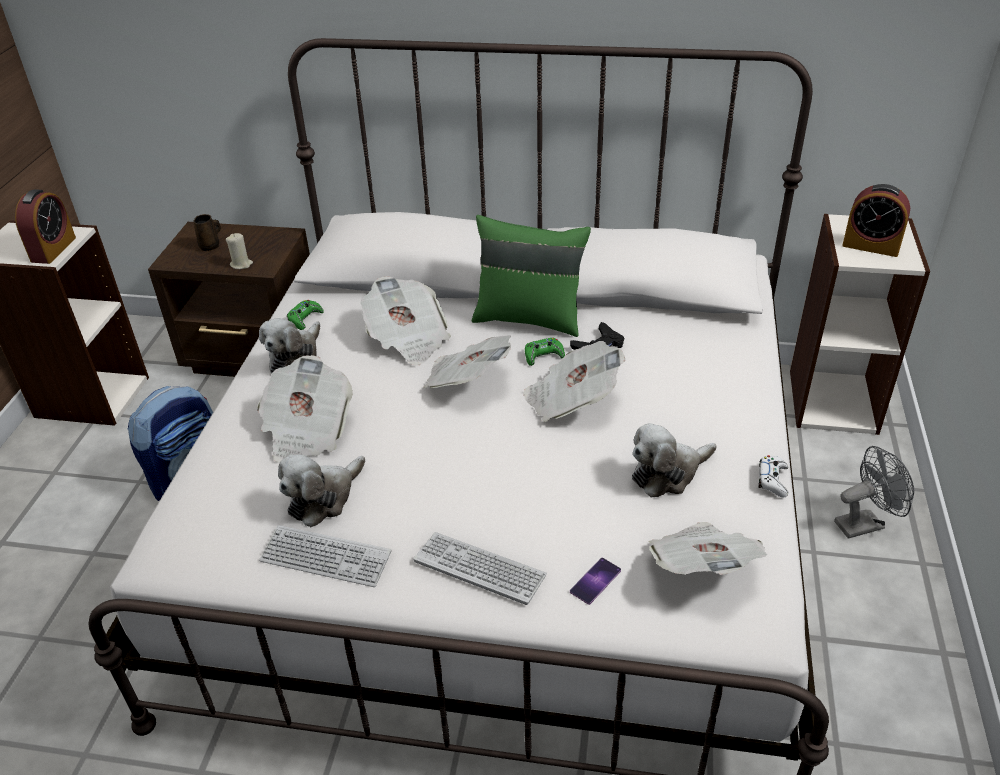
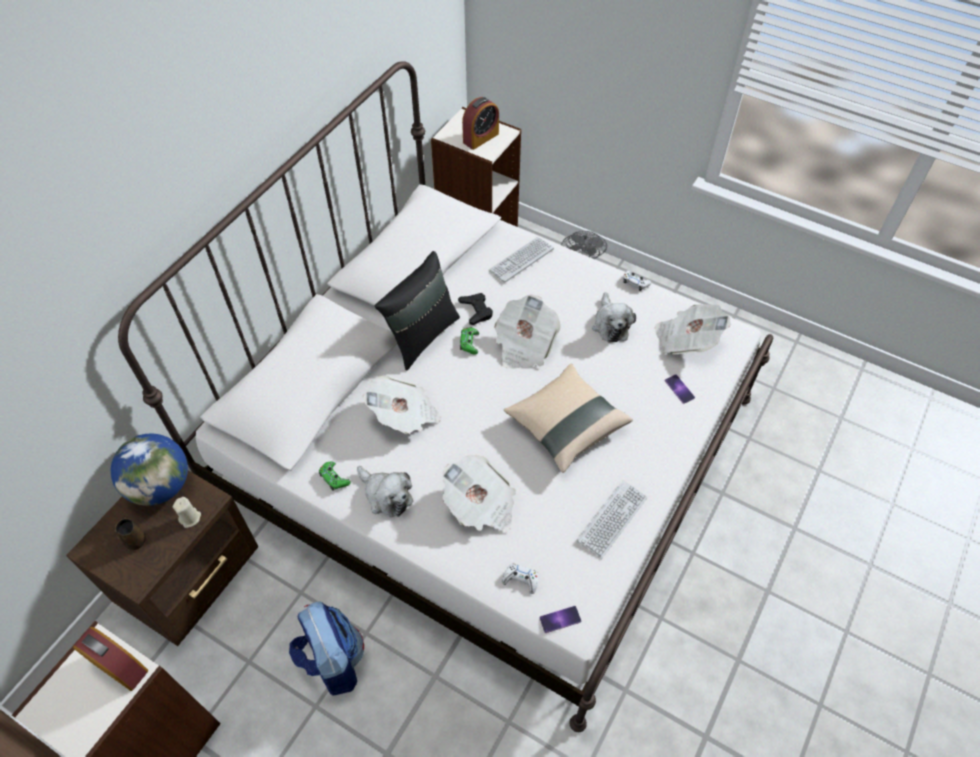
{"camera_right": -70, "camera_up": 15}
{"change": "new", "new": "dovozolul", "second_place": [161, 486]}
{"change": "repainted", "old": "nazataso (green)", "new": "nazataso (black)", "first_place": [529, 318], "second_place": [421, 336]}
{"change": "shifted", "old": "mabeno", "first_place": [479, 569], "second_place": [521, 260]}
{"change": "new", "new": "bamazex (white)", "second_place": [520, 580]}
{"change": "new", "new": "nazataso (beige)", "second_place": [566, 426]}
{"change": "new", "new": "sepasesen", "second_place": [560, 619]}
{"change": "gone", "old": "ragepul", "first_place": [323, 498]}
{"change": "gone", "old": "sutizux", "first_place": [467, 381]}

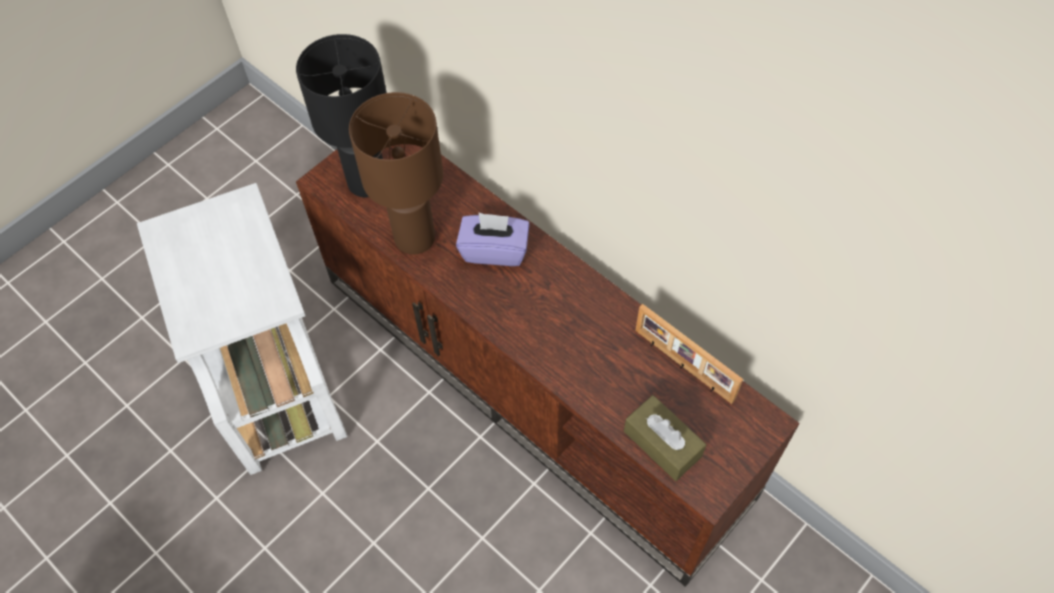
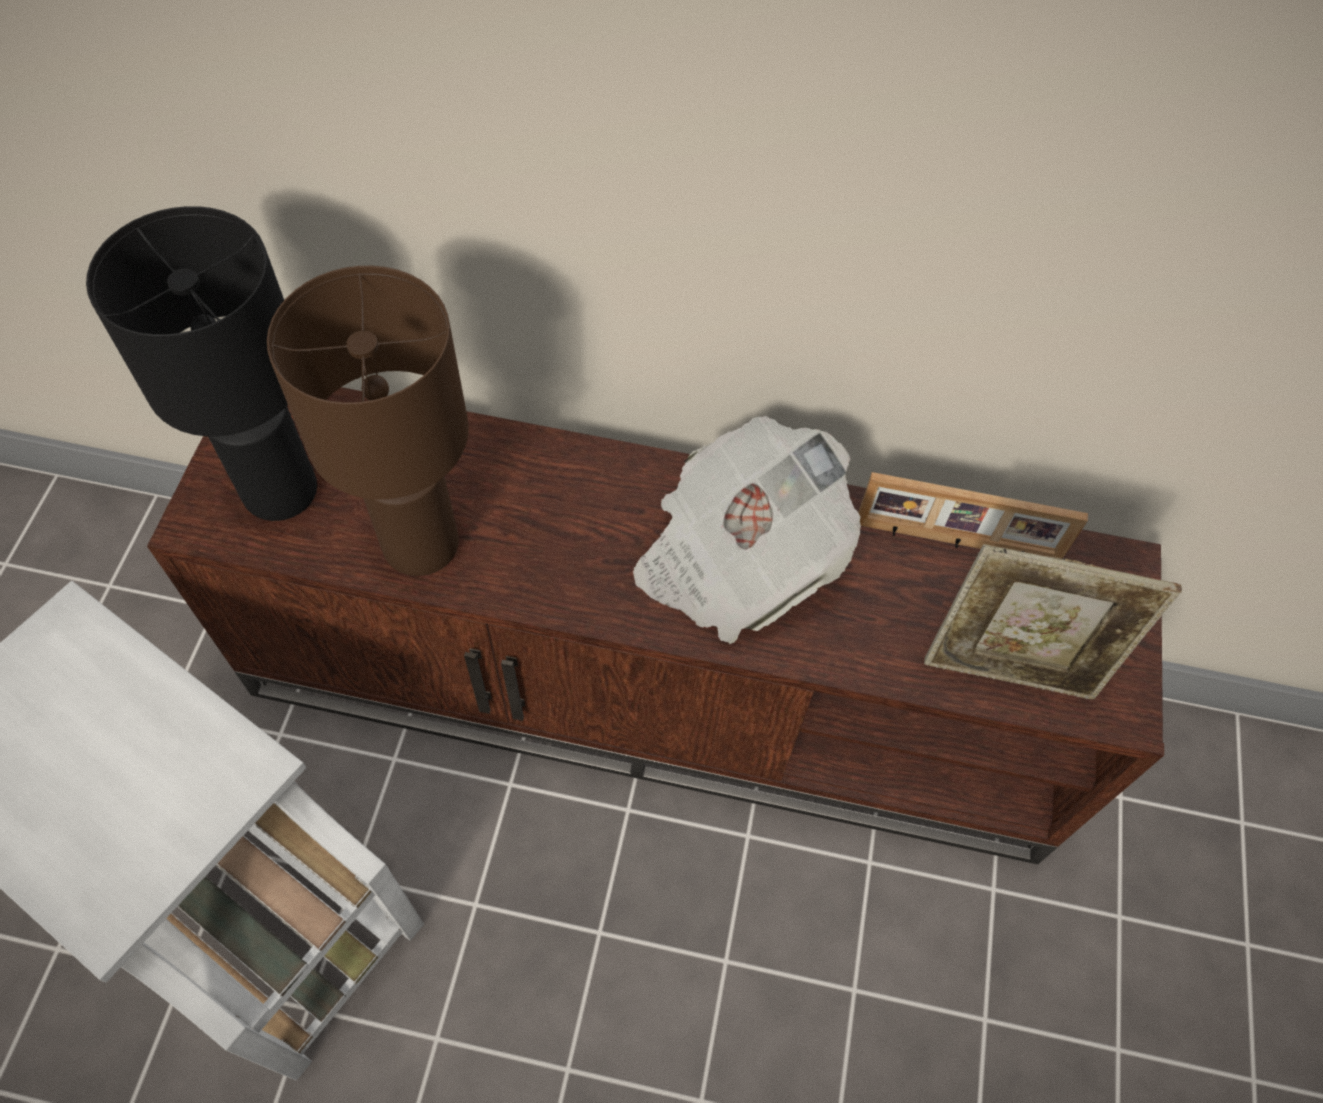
{"camera_right": -35, "camera_up": 0}
{"change": "new", "new": "sutizux", "second_place": [736, 558]}
{"change": "swapped", "old": "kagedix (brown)", "new": "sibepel", "first_place": [662, 443], "second_place": [1010, 672]}
{"change": "gone", "old": "kagedix (purple)", "first_place": [494, 250]}

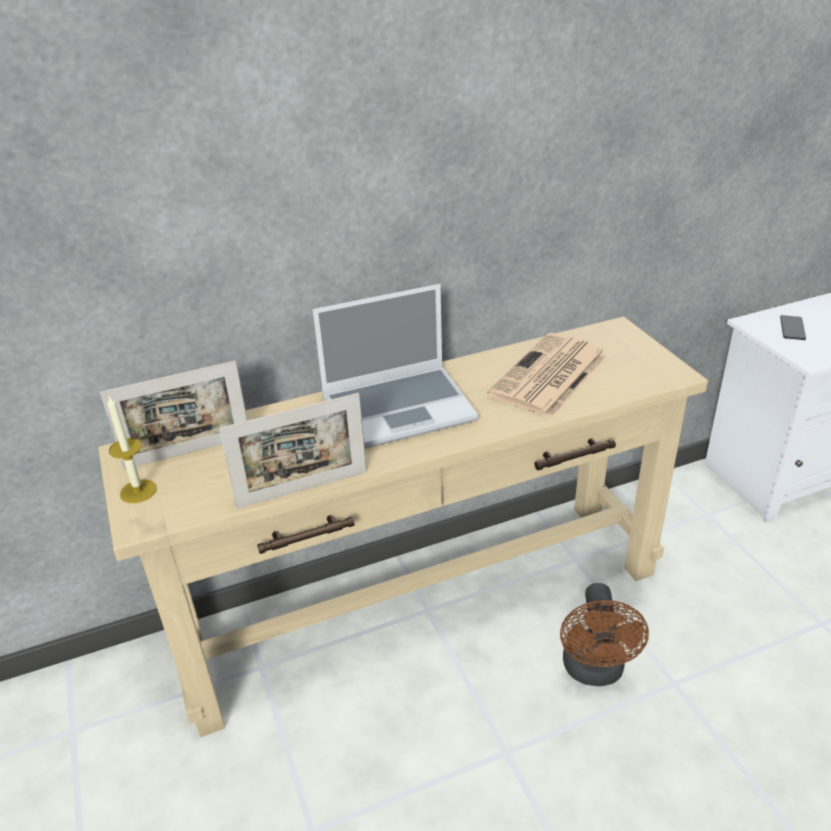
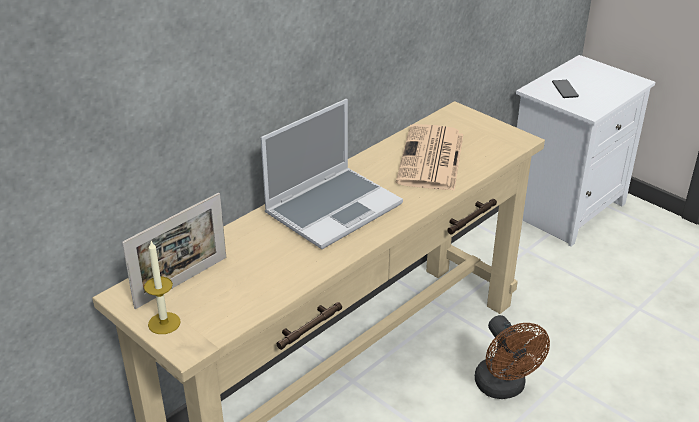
{"camera_right": -25, "camera_up": 0}
{"change": "gone", "old": "sibepel", "first_place": [302, 489]}

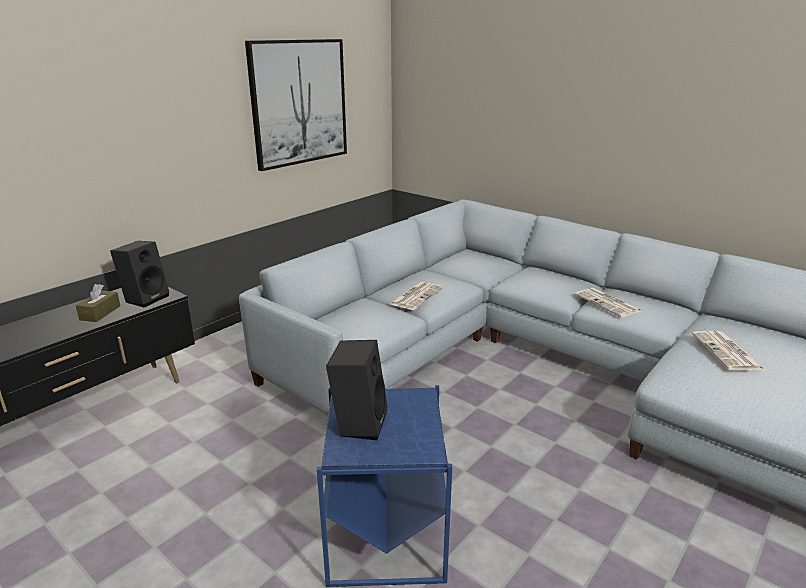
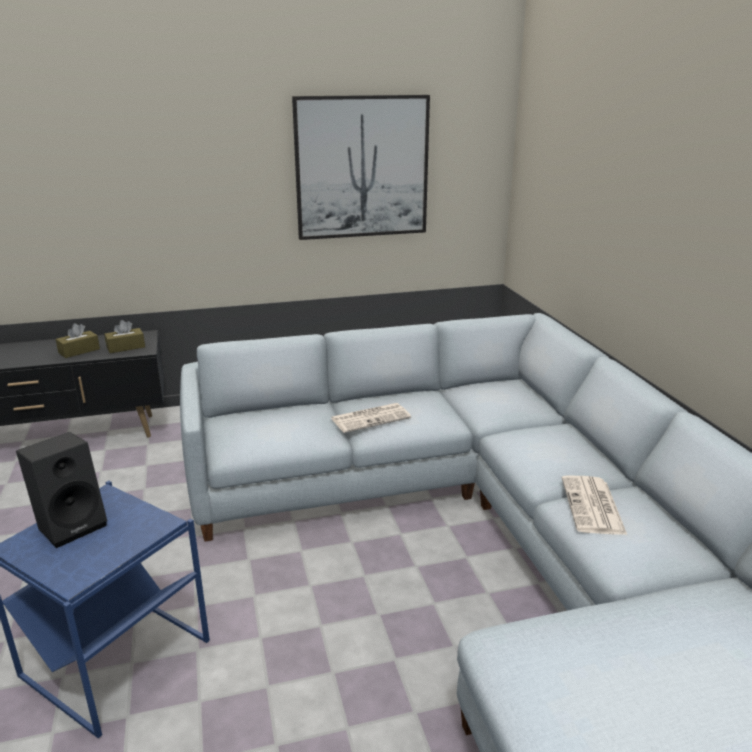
{"camera_right": 35, "camera_up": 0}
{"change": "swapped", "old": "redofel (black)", "new": "kagedix (brown)", "first_place": [146, 298], "second_place": [126, 347]}
{"change": "gone", "old": "sutizux", "first_place": [728, 352]}

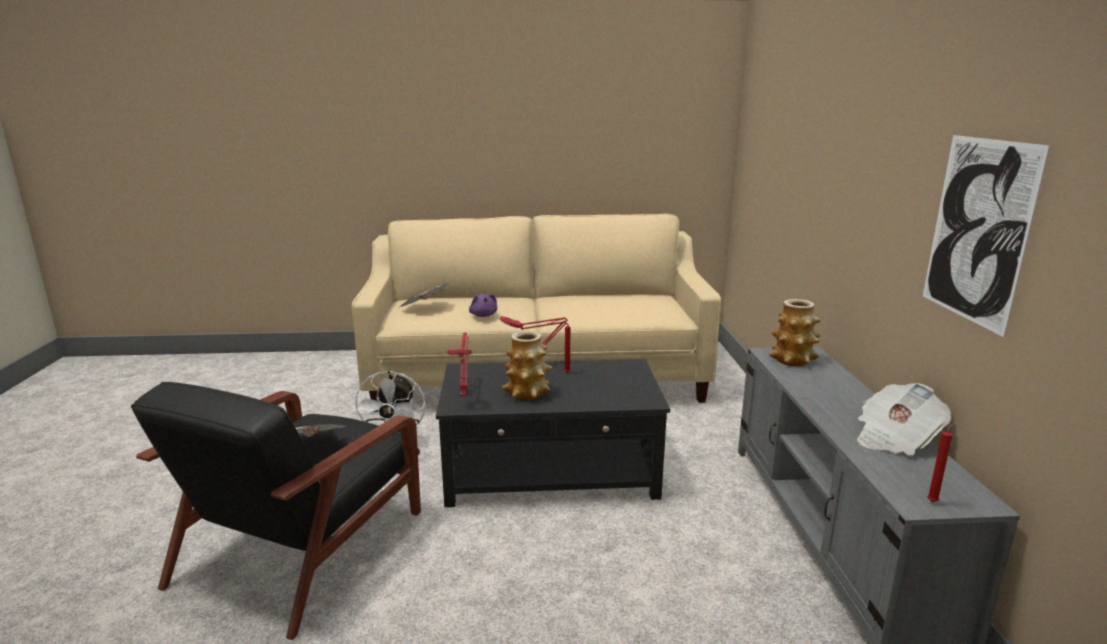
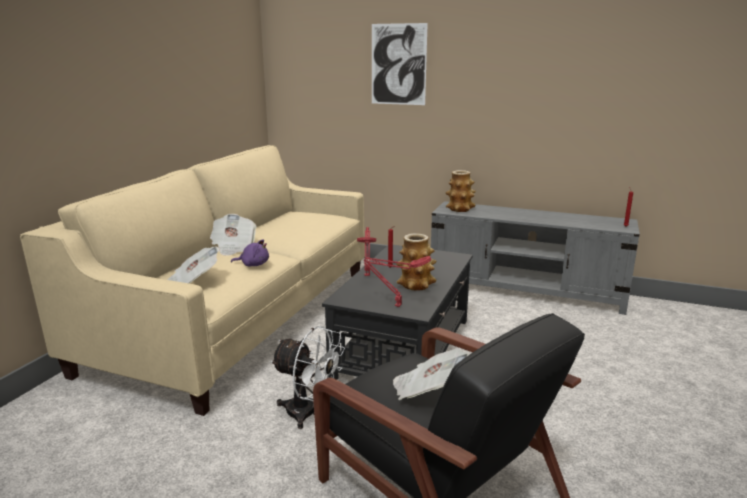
{"camera_right": -65, "camera_up": 0}
{"change": "shifted", "old": "sutizux", "first_place": [894, 438], "second_place": [233, 247]}
{"change": "shifted", "old": "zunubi", "first_place": [977, 231], "second_place": [398, 64]}

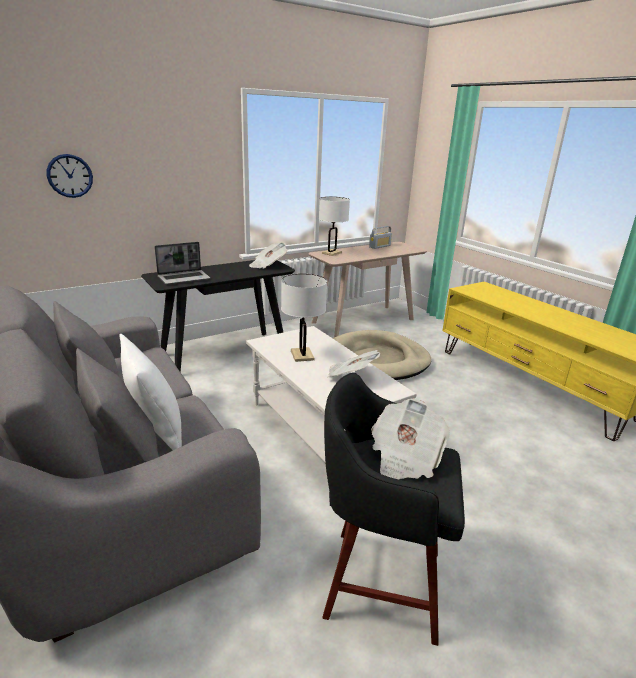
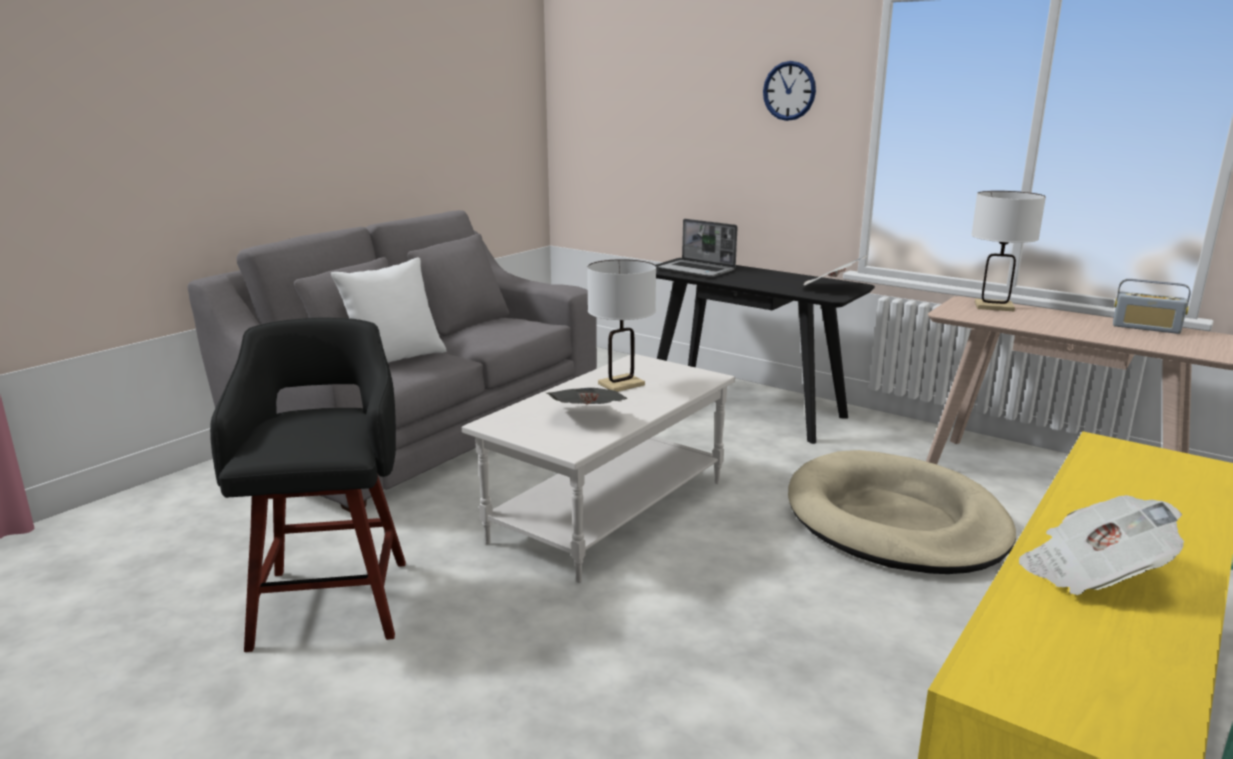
{"camera_right": 70, "camera_up": -5}
{"change": "shifted", "old": "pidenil", "first_place": [70, 176], "second_place": [789, 91]}
{"change": "shifted", "old": "sutizux", "first_place": [405, 457], "second_place": [1091, 574]}

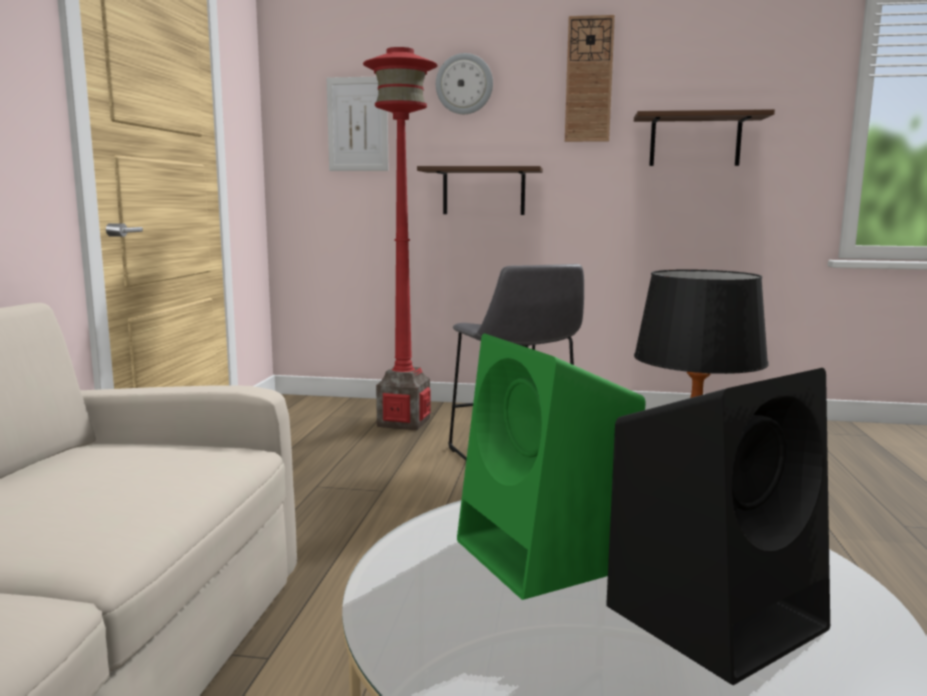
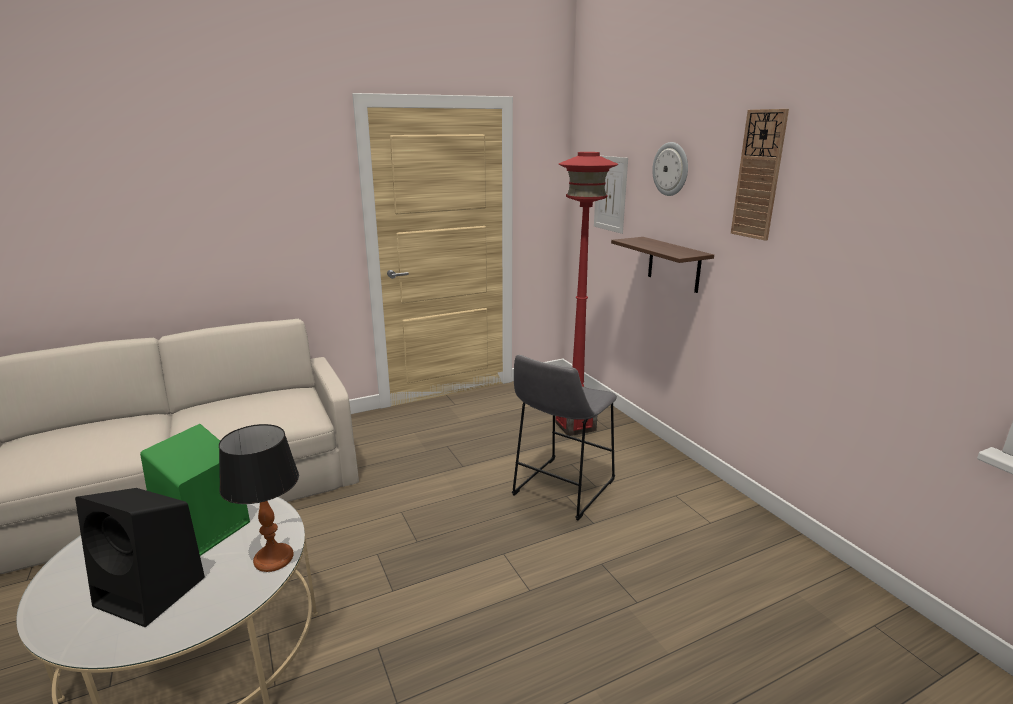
{"camera_right": 55, "camera_up": 10}
{"change": "gone", "old": "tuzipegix", "first_place": [695, 141]}

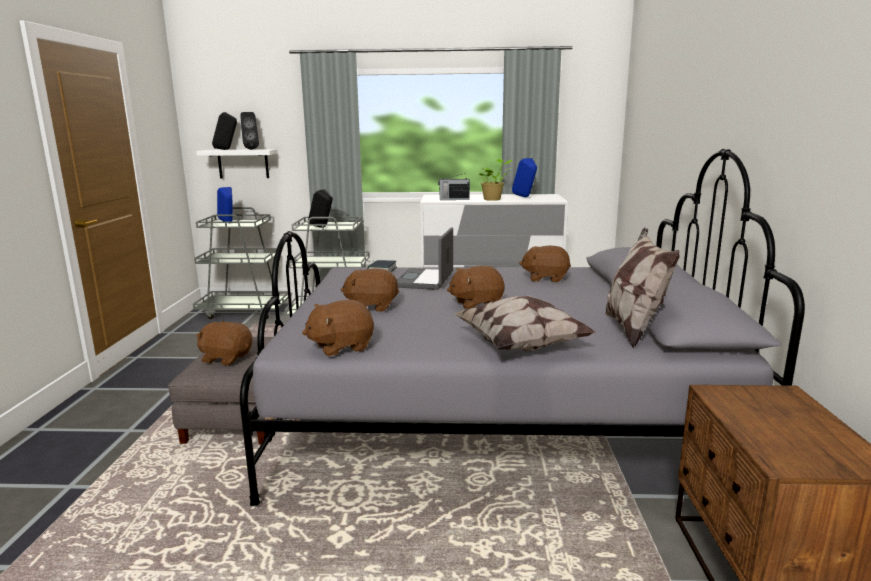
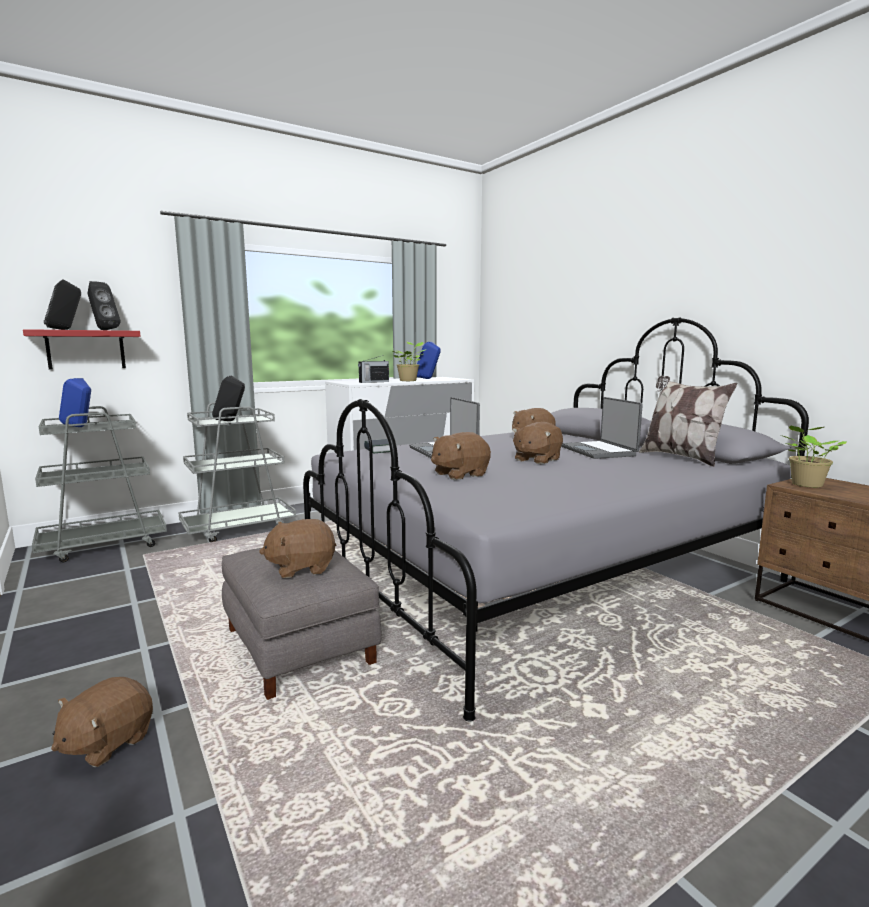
{"camera_right": -35, "camera_up": -5}
{"change": "repainted", "old": "tuzipegix (white)", "new": "tuzipegix (red)", "first_place": [243, 163], "second_place": [86, 349]}
{"change": "shifted", "old": "ragepul (brown)", "first_place": [341, 347], "second_place": [107, 743]}
{"change": "new", "new": "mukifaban", "second_place": [599, 451]}
{"change": "new", "new": "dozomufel", "second_place": [805, 485]}
{"change": "gone", "old": "nazataso", "first_place": [521, 345]}

